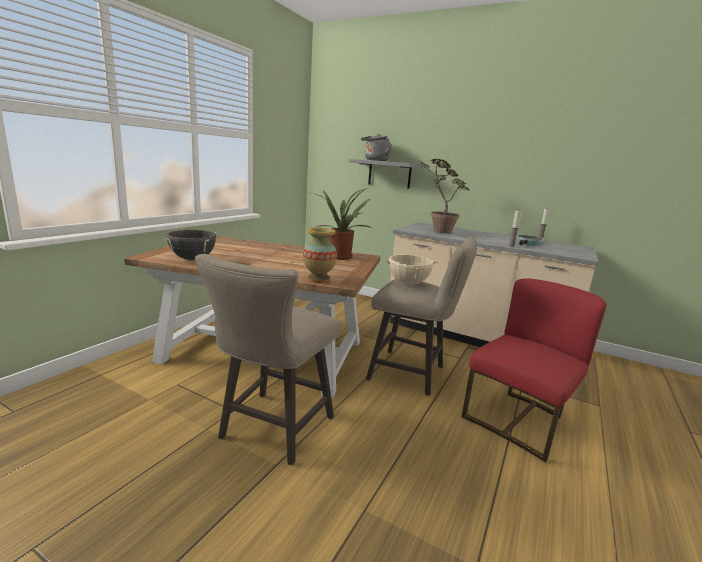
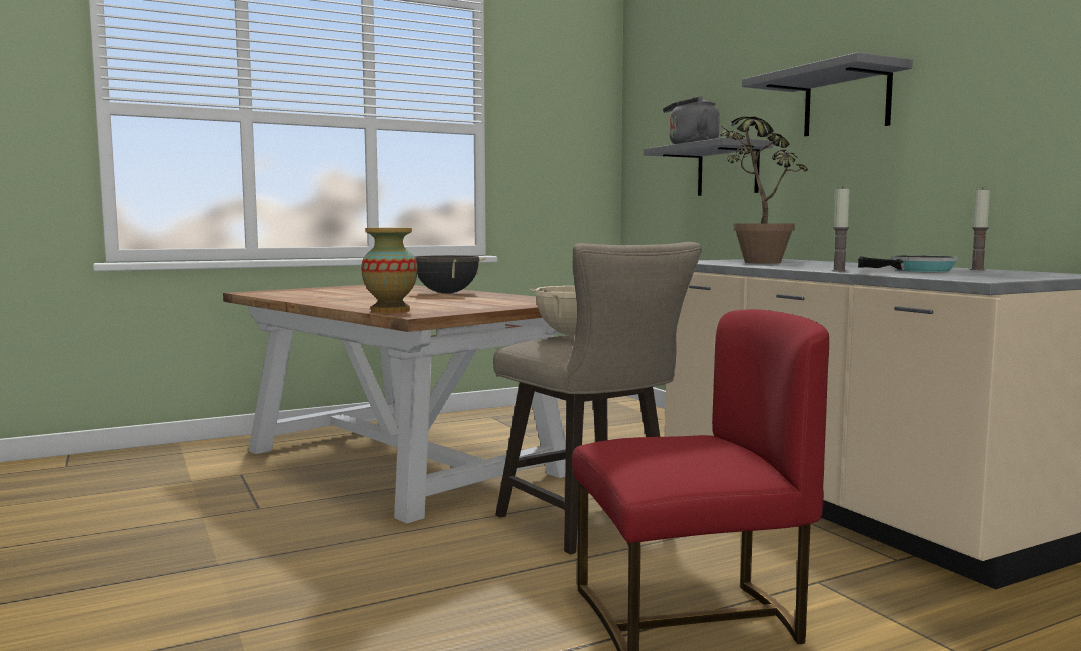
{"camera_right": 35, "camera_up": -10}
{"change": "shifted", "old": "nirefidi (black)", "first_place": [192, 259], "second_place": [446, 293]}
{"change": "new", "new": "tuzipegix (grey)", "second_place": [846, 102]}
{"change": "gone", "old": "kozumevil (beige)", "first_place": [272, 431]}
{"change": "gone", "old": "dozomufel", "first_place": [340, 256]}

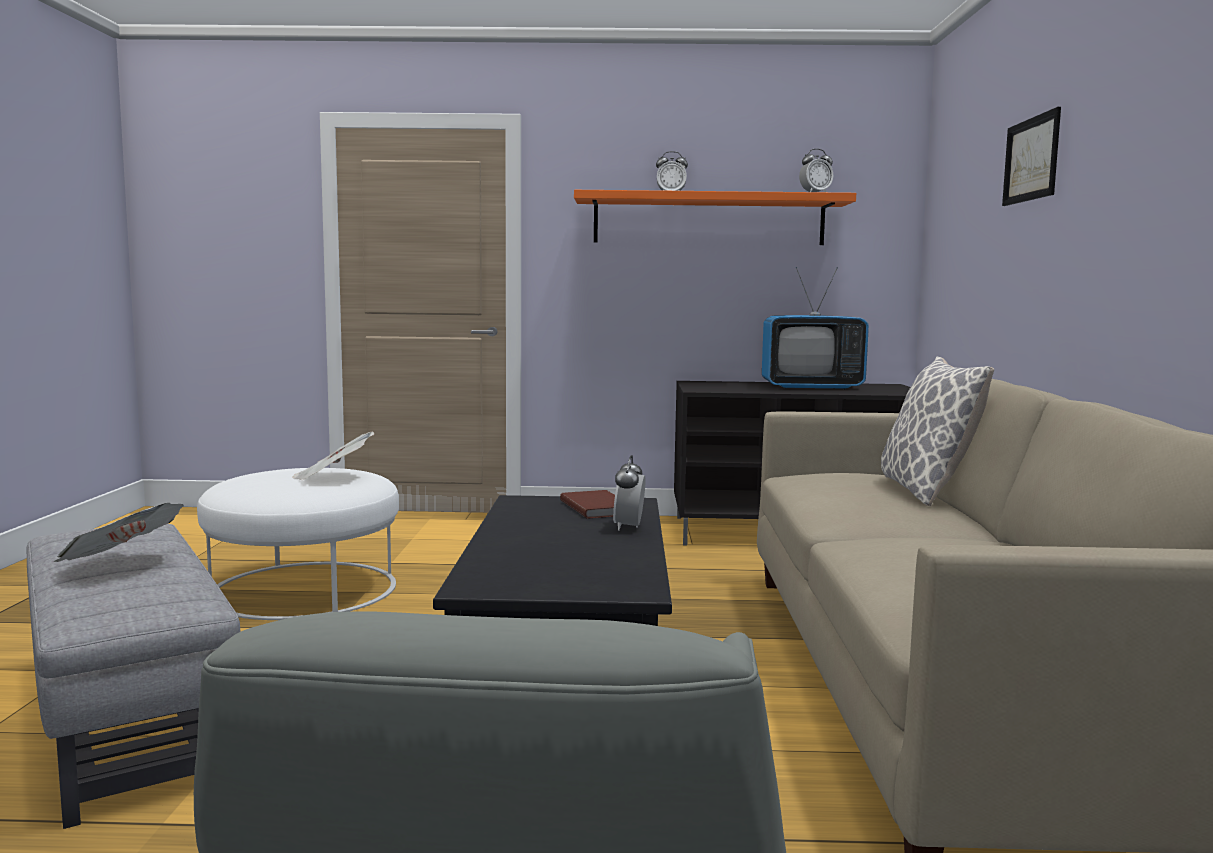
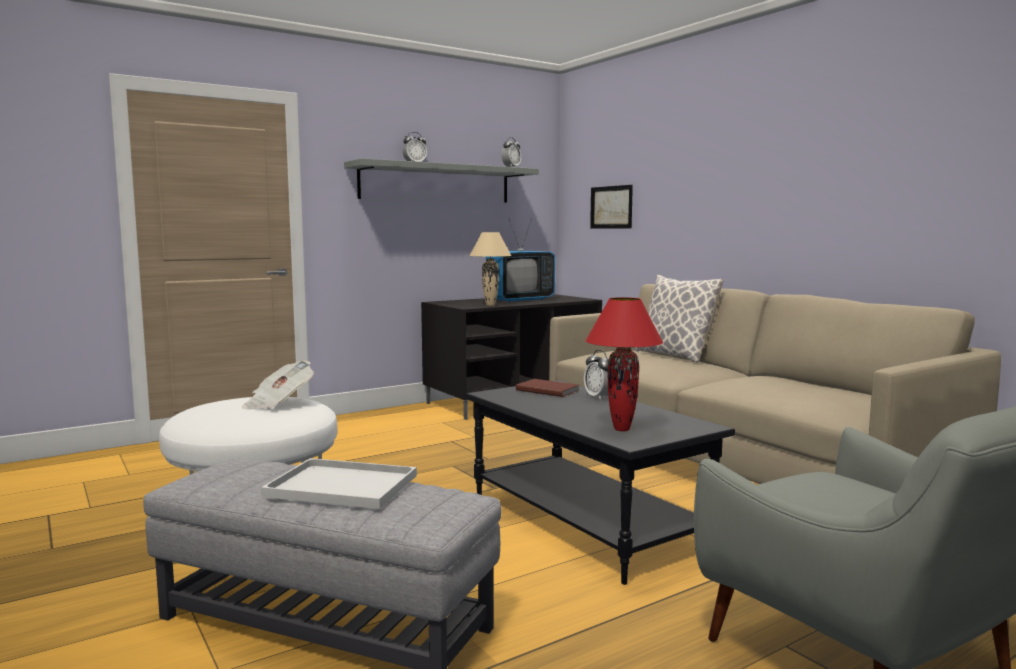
{"camera_right": -35, "camera_up": 0}
{"change": "swapped", "old": "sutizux", "new": "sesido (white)", "first_place": [121, 564], "second_place": [339, 486]}
{"change": "repainted", "old": "tuzipegix (orange)", "new": "tuzipegix (grey)", "first_place": [708, 220], "second_place": [436, 183]}
{"change": "new", "new": "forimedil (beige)", "second_place": [490, 305]}
{"change": "new", "new": "forimedil (red)", "second_place": [622, 429]}
{"change": "shifted", "old": "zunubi", "first_place": [1031, 159], "second_place": [611, 207]}

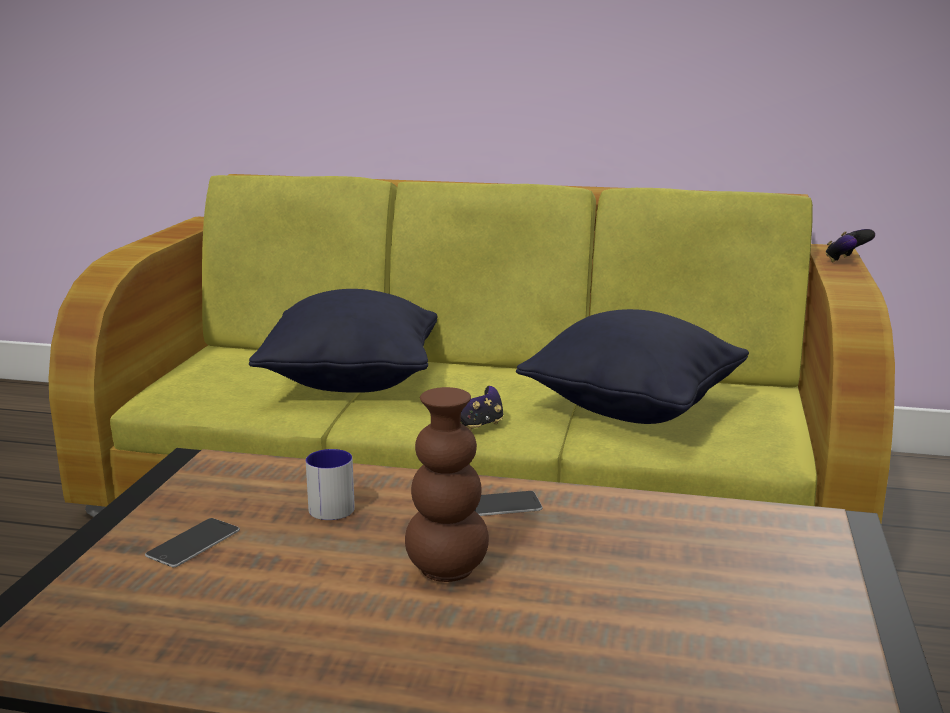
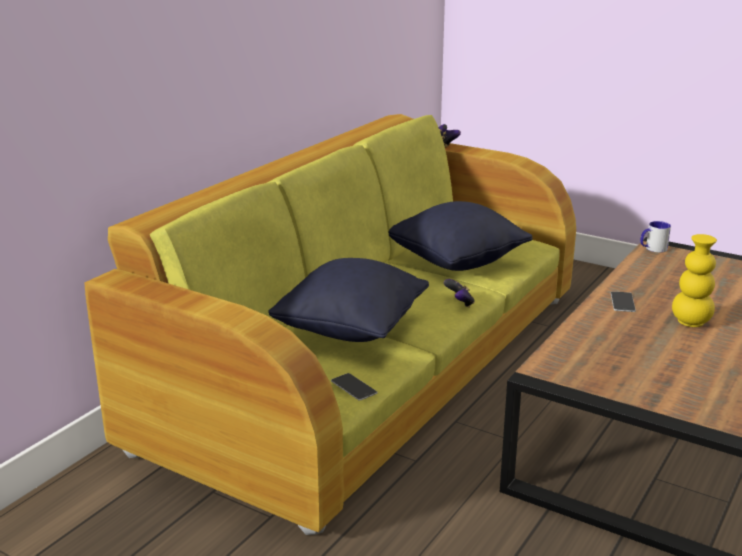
{"camera_right": -70, "camera_up": 5}
{"change": "shifted", "old": "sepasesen", "first_place": [193, 543], "second_place": [353, 387]}
{"change": "shifted", "old": "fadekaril", "first_place": [327, 506], "second_place": [652, 249]}
{"change": "repainted", "old": "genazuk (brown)", "new": "genazuk (yellow)", "first_place": [447, 571], "second_place": [690, 322]}

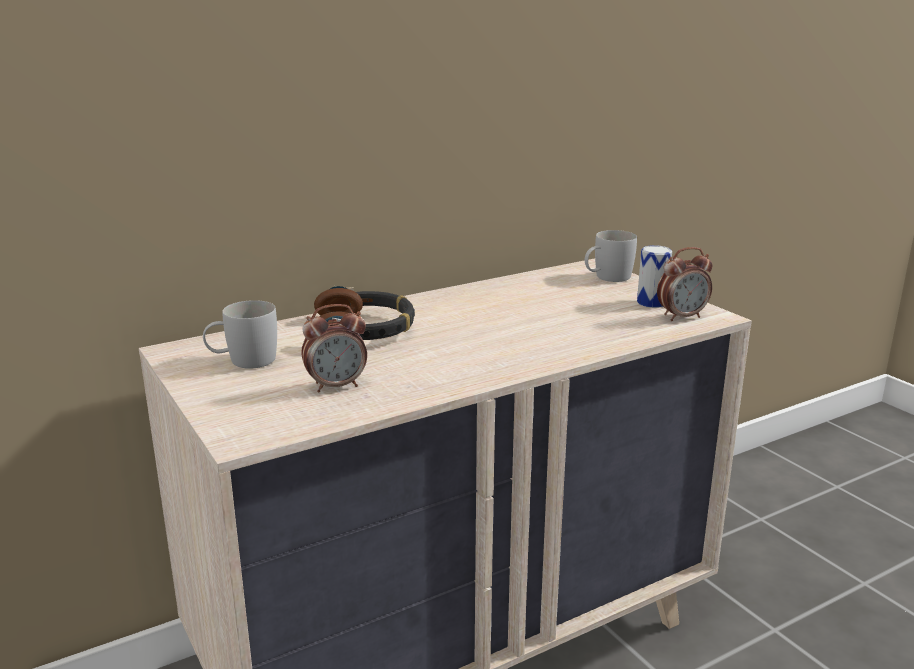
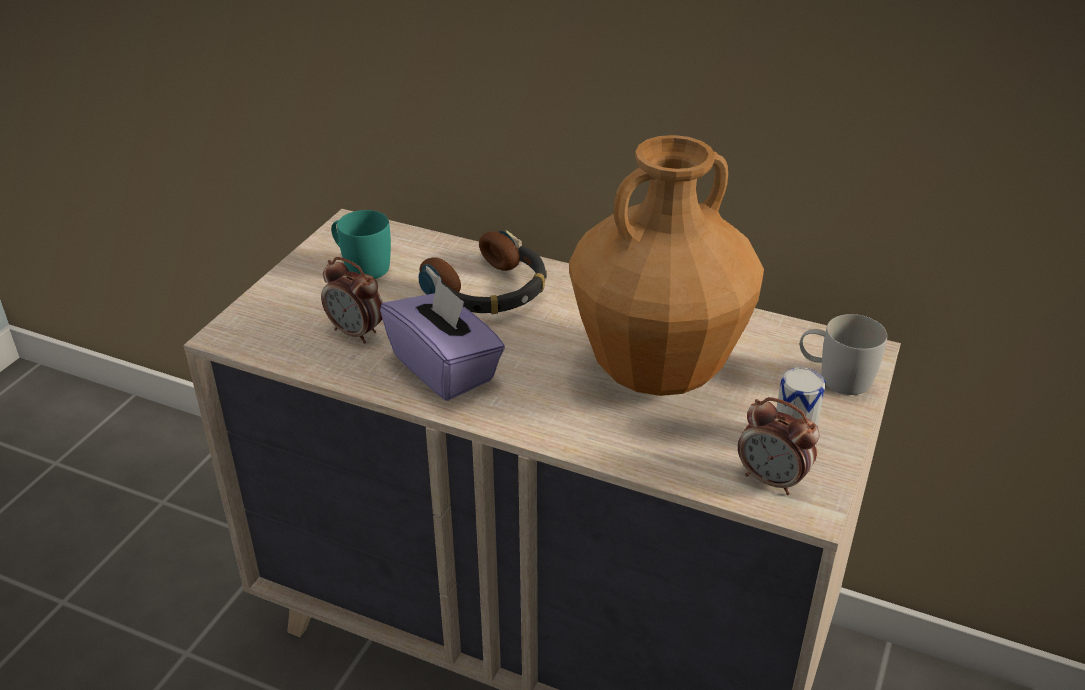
{"camera_right": 55, "camera_up": 15}
{"change": "repainted", "old": "fadekaril (white)", "new": "fadekaril (turquoise)", "first_place": [243, 361], "second_place": [361, 265]}
{"change": "new", "new": "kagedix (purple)", "second_place": [445, 368]}
{"change": "new", "new": "genazuk (brown)", "second_place": [656, 373]}

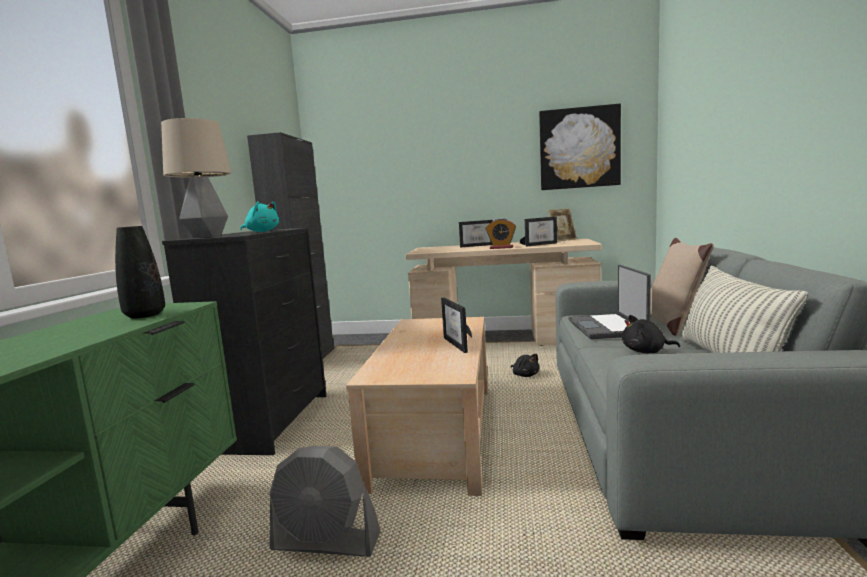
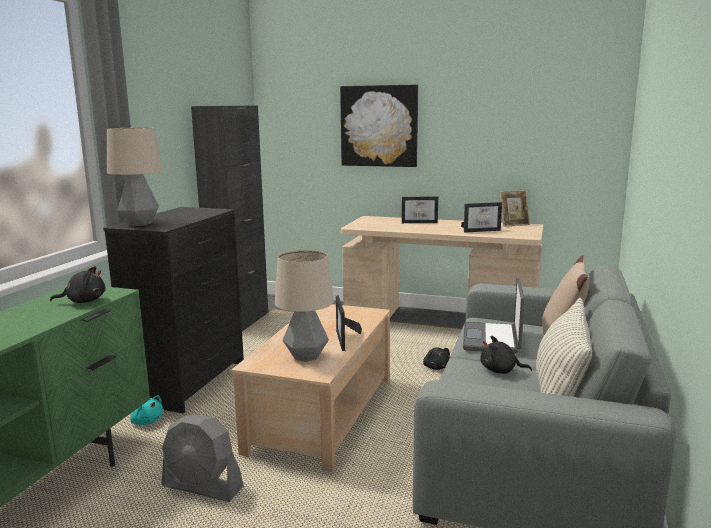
{"camera_right": 10, "camera_up": 5}
{"change": "swapped", "old": "genazuk (black)", "new": "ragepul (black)", "first_place": [145, 315], "second_place": [83, 301]}
{"change": "shifted", "old": "ragepul (turquoise)", "first_place": [262, 231], "second_place": [147, 421]}
{"change": "new", "new": "forimedil", "second_place": [306, 356]}
{"change": "shifted", "old": "zunubi", "first_place": [579, 148], "second_place": [379, 126]}
{"change": "gone", "old": "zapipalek", "first_place": [501, 248]}

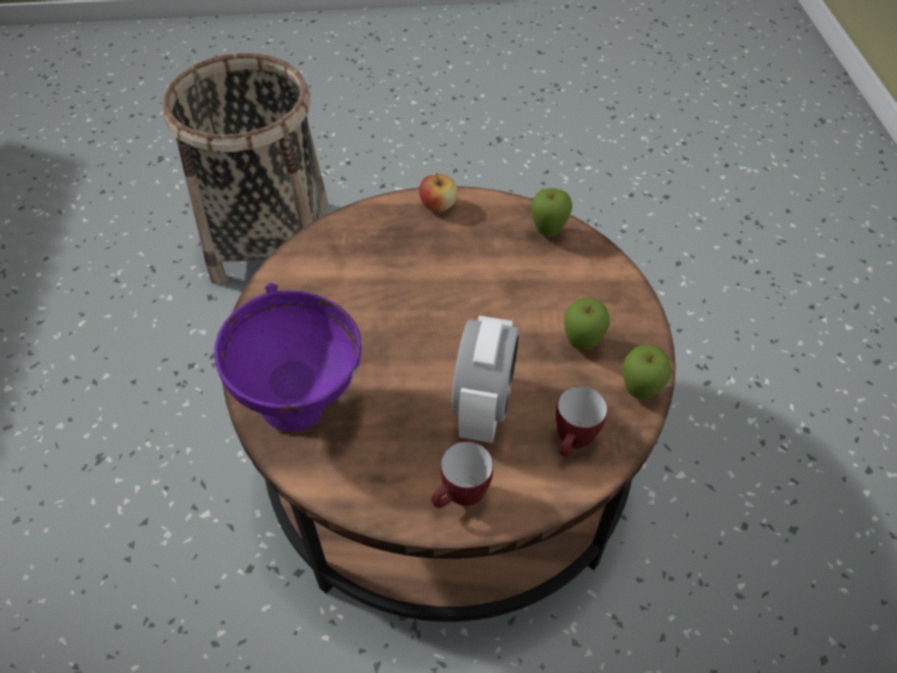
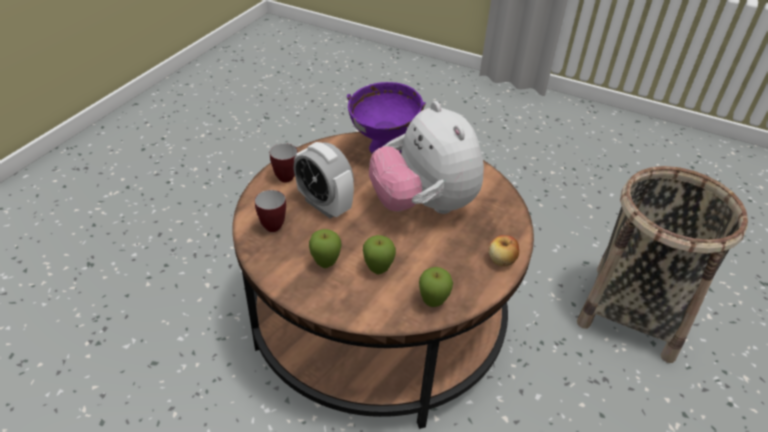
{"camera_right": 120, "camera_up": -10}
{"change": "shifted", "old": "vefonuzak", "first_place": [639, 392], "second_place": [378, 270]}
{"change": "new", "new": "ragepul", "second_place": [423, 205]}

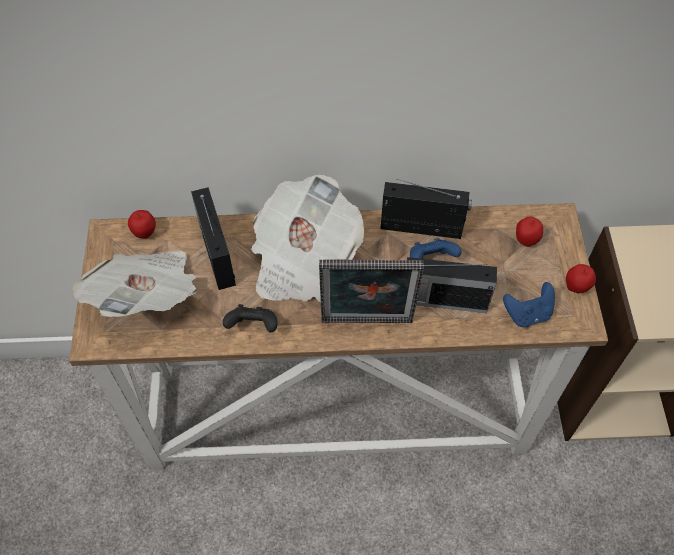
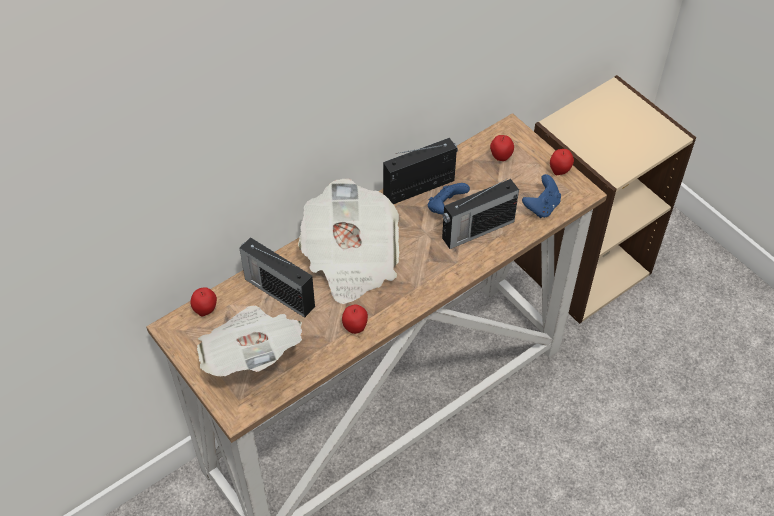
{"camera_right": -35, "camera_up": -5}
{"change": "swapped", "old": "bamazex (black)", "new": "vefonuzak", "first_place": [253, 326], "second_place": [355, 327]}
{"change": "gone", "old": "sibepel", "first_place": [366, 324]}

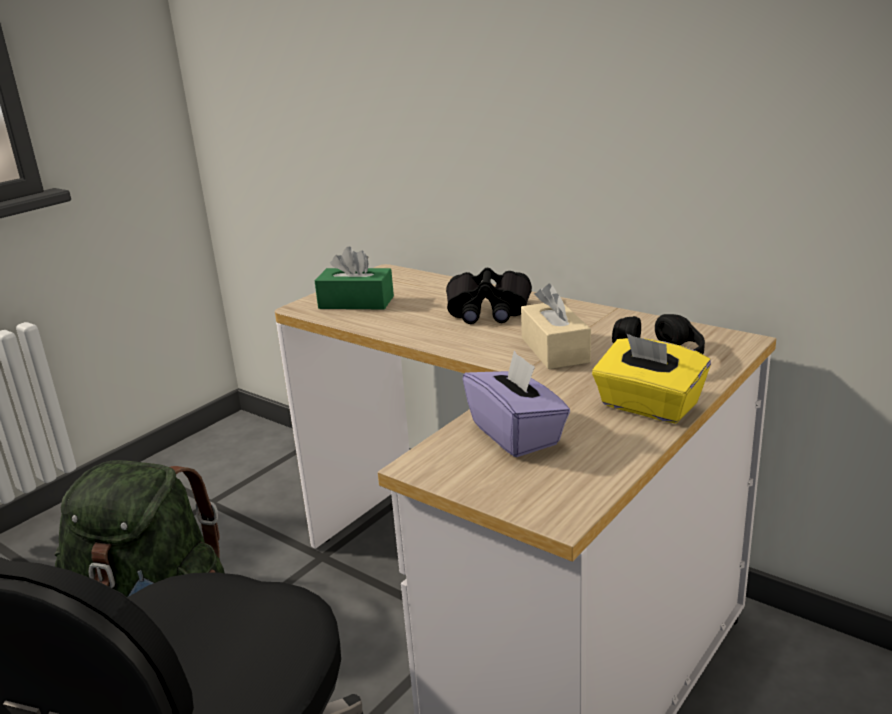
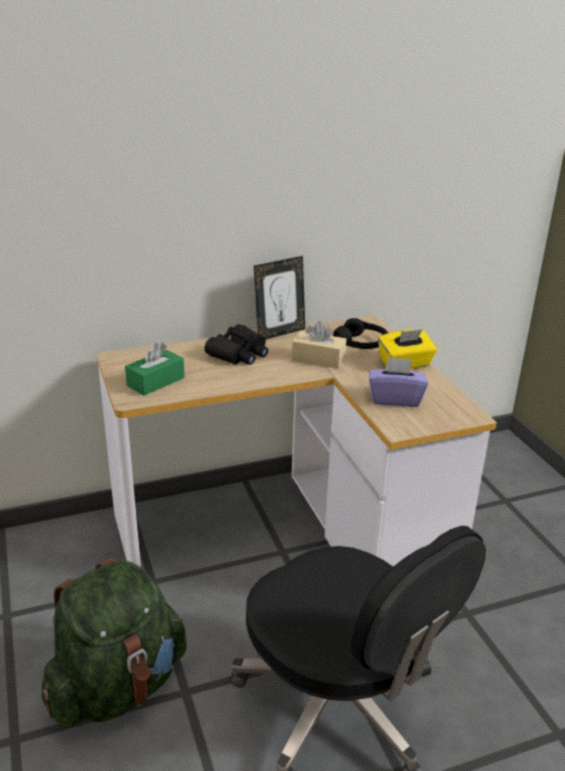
{"camera_right": -60, "camera_up": 5}
{"change": "new", "new": "sibepel", "second_place": [279, 333]}

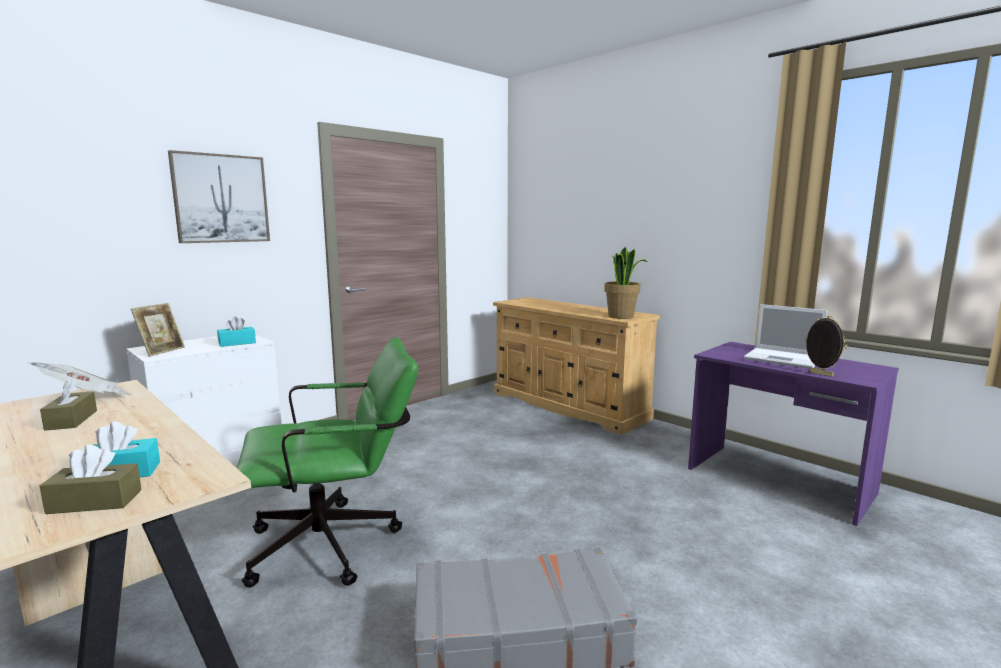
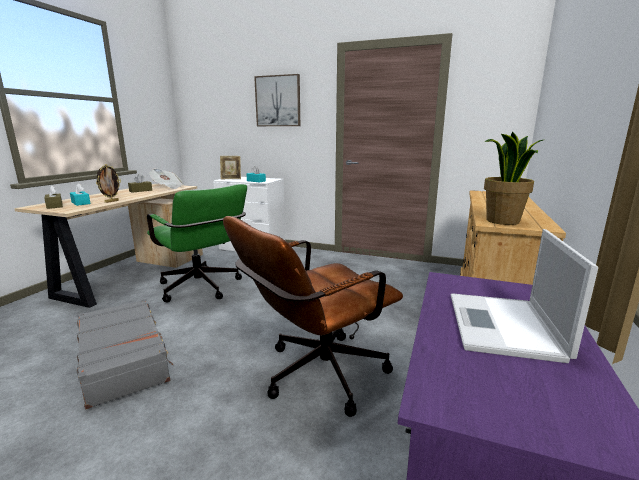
{"camera_right": 65, "camera_up": 5}
{"change": "shifted", "old": "sibepel", "first_place": [820, 374], "second_place": [111, 201]}
{"change": "new", "new": "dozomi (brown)", "second_place": [315, 376]}

